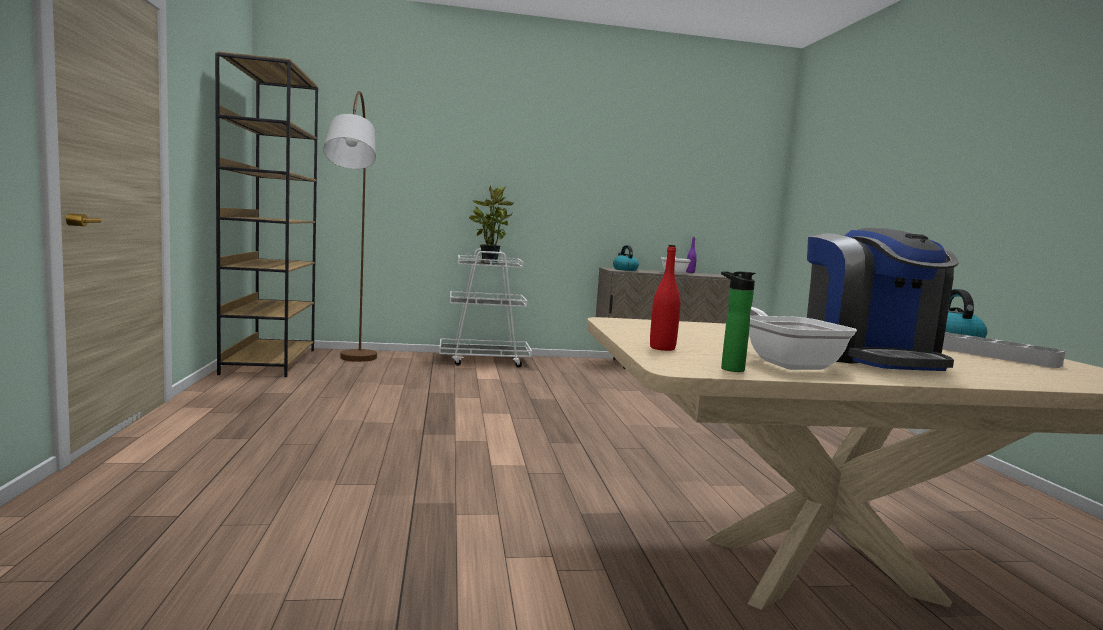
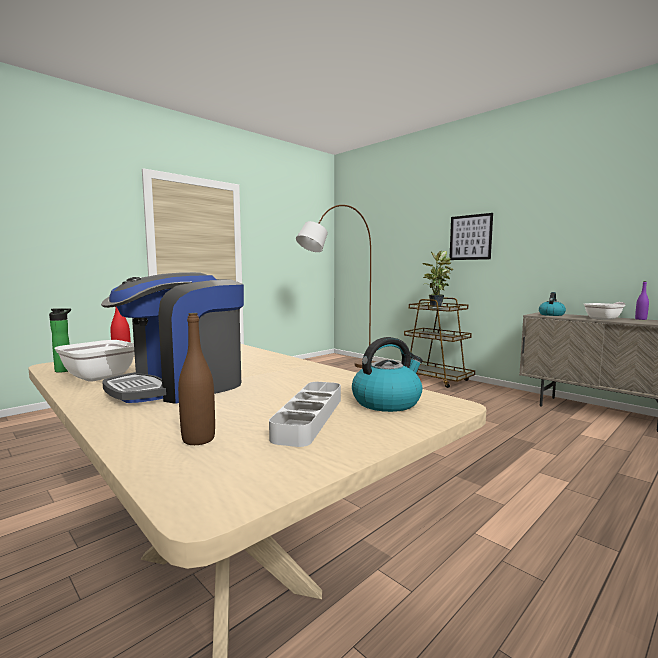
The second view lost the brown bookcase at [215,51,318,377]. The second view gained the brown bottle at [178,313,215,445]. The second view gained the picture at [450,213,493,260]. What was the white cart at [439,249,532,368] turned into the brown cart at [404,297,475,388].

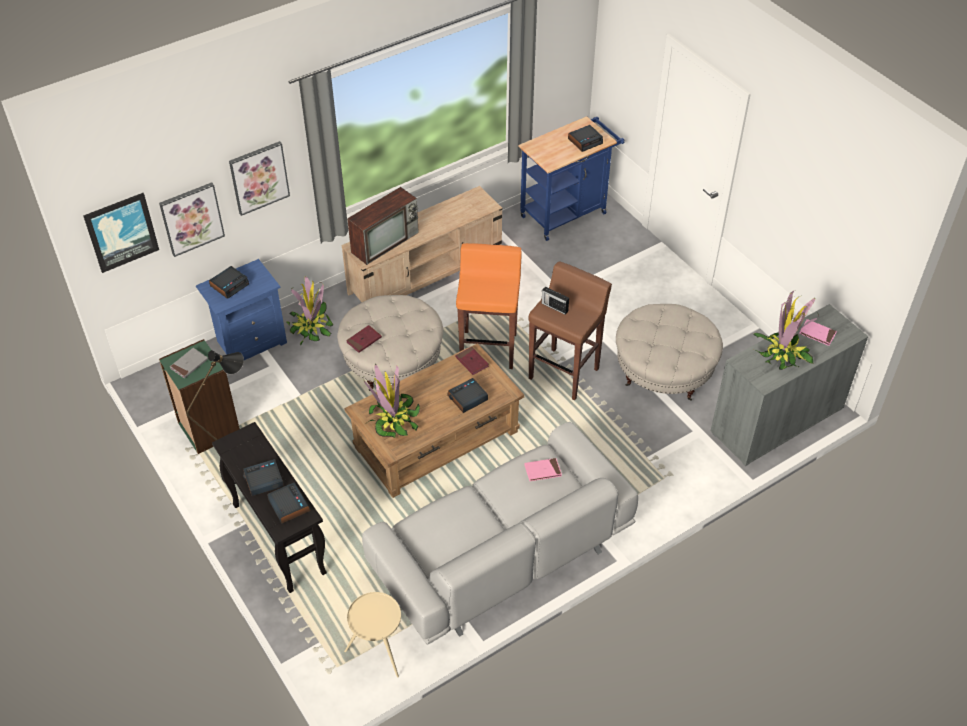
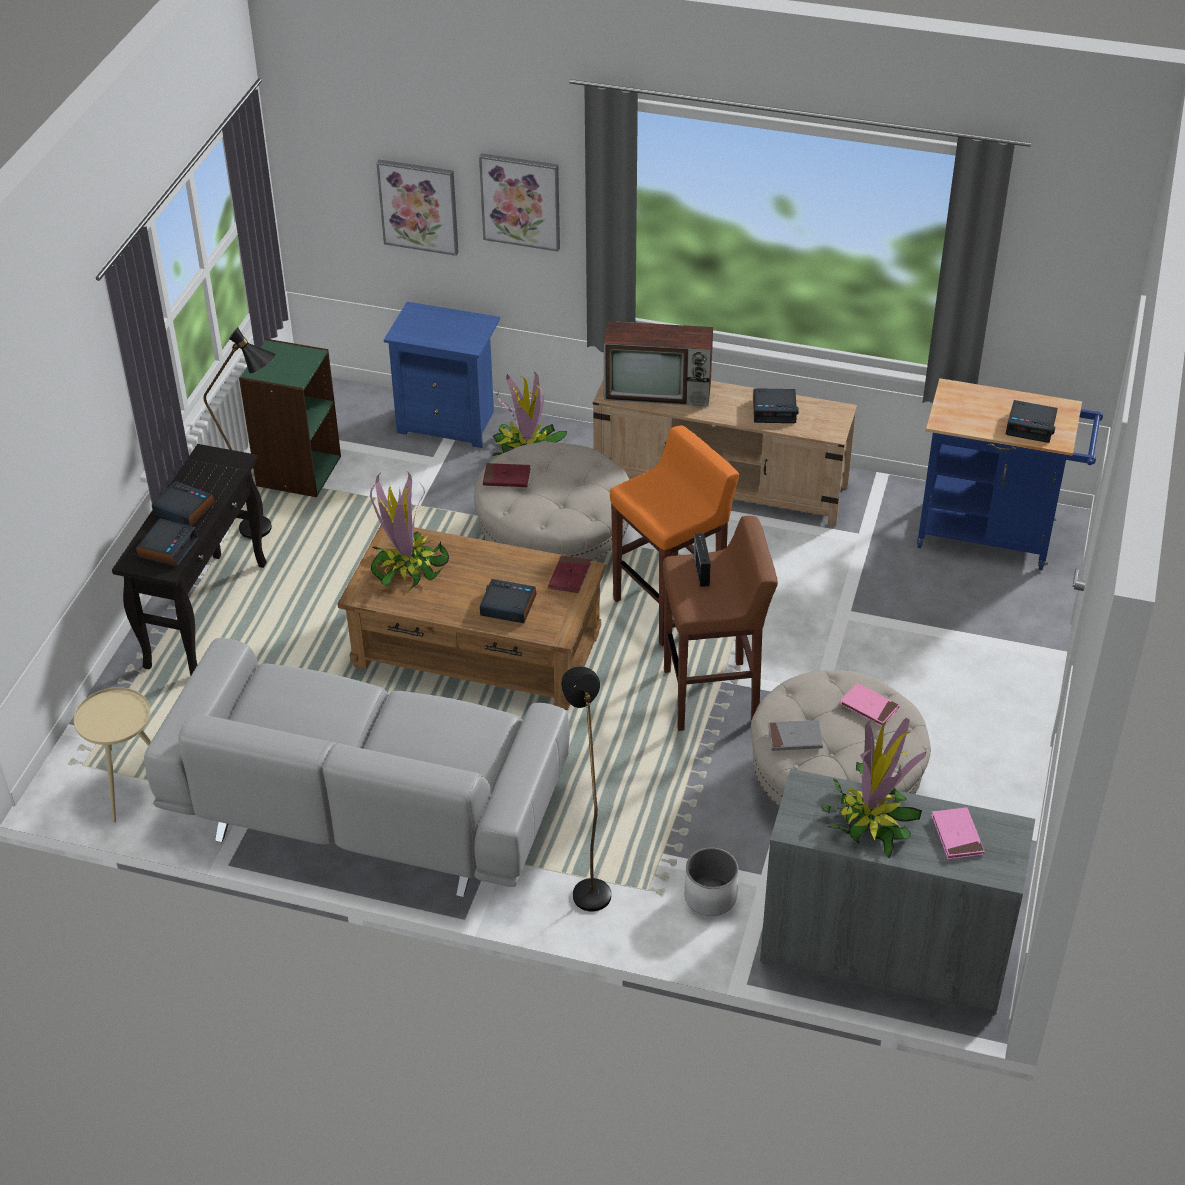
The second view lost the picture at [84,193,159,273]. The second view gained the black floor lamp at [561,666,611,911]. The second view gained the white planter at [684,848,738,916]. The grey book ended up elsewhere, having gone from [170,348,208,379] to [768,720,823,751]. The alarm clock ended up elsewhere, having gone from [209,266,249,299] to [753,388,799,423]. The pink book ended up elsewhere, having gone from [524,458,562,481] to [839,683,900,727].

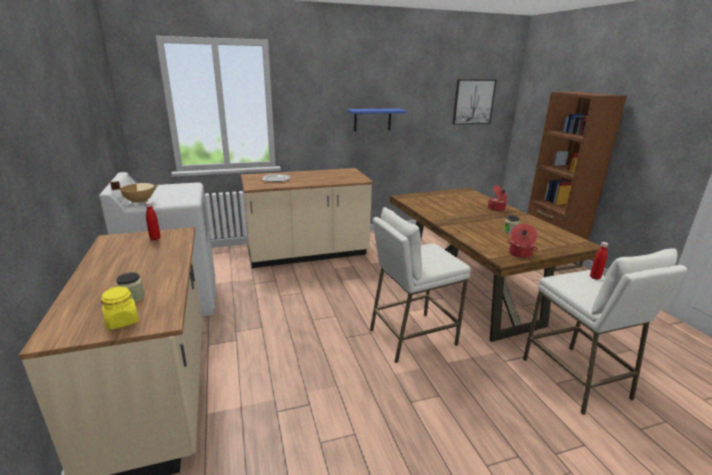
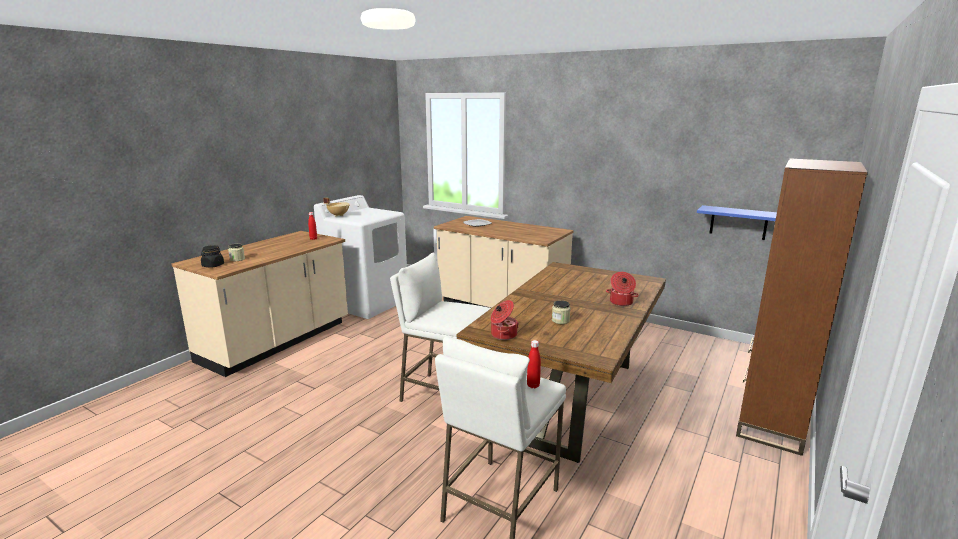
The second view lost the picture at [452,79,496,125]. The blue shelf ended up elsewhere, having gone from [347,108,407,131] to [697,205,777,240]. What was the yellow jar at [101,286,139,330] turned into the black jar at [201,245,224,267].

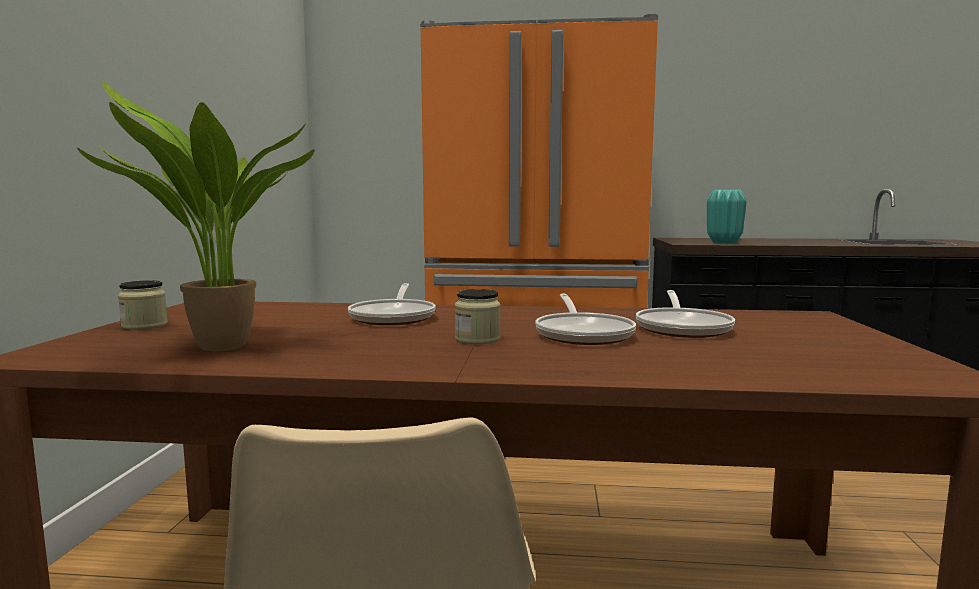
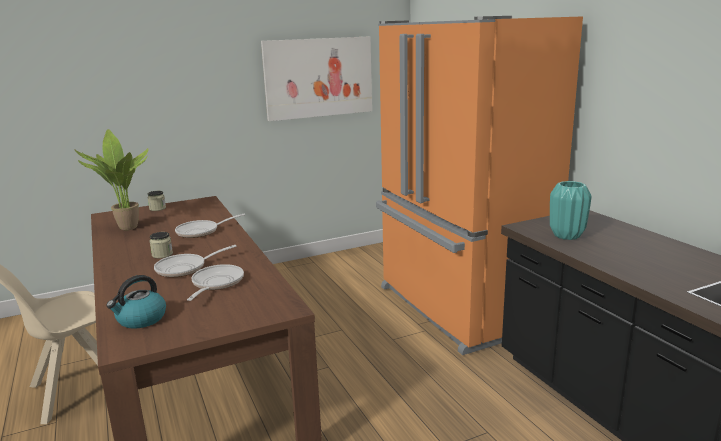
The second view gained the kettle at [106,275,166,329]. The second view gained the picture at [261,37,372,121]. The frying pan at [636,290,735,338] ended up facing another way, 120 degrees clockwise from before.

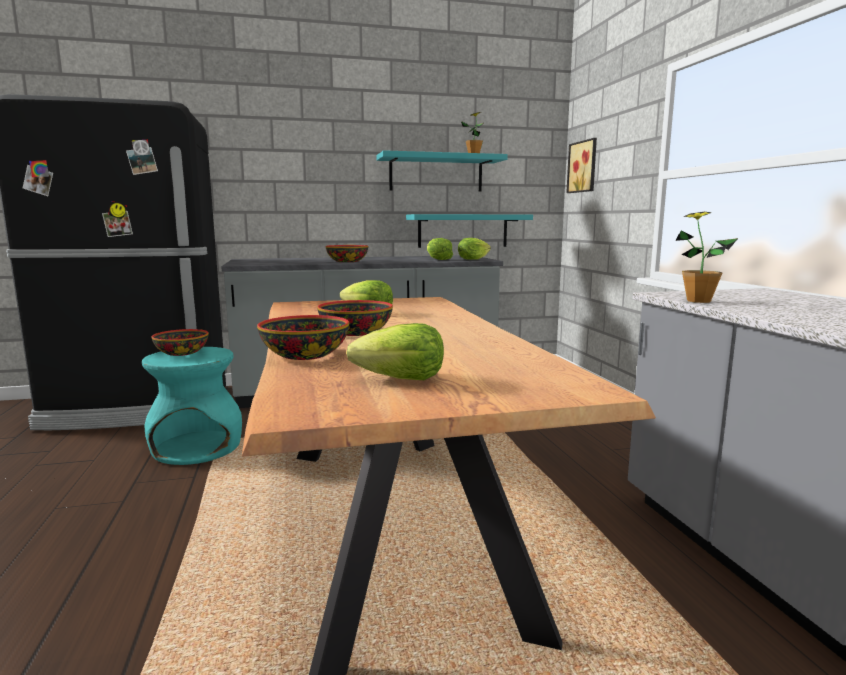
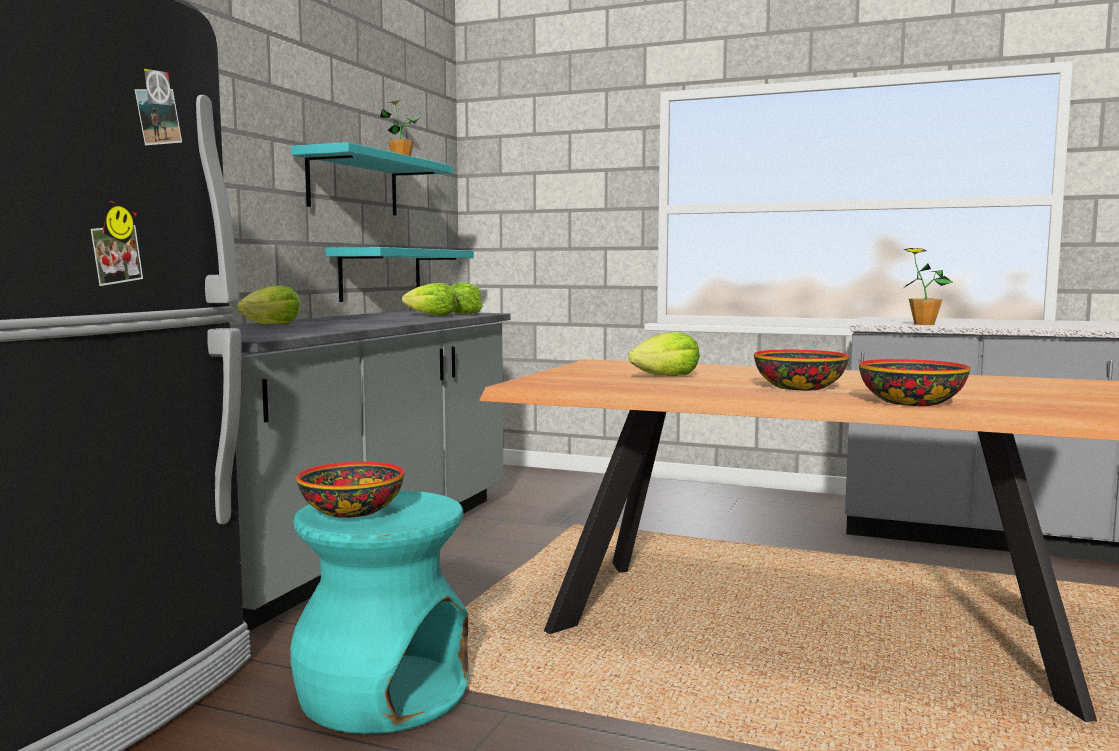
The second view lost the bowl at [326,245,368,262]. The second view lost the picture at [566,138,597,193]. The lettuce ended up elsewhere, having gone from [346,323,444,380] to [237,285,301,324].

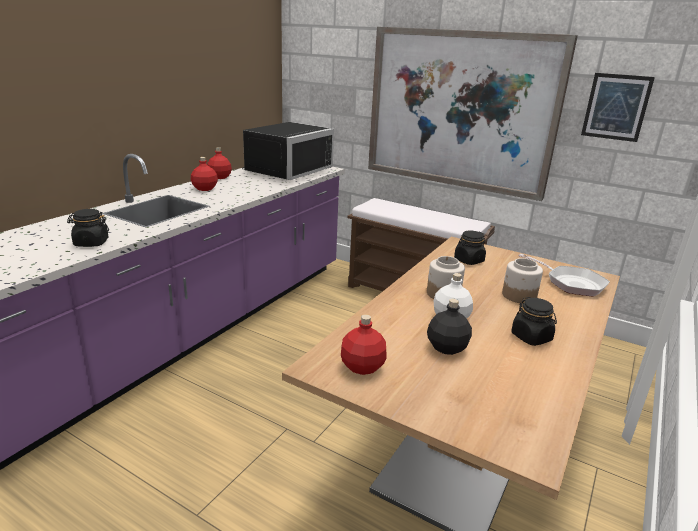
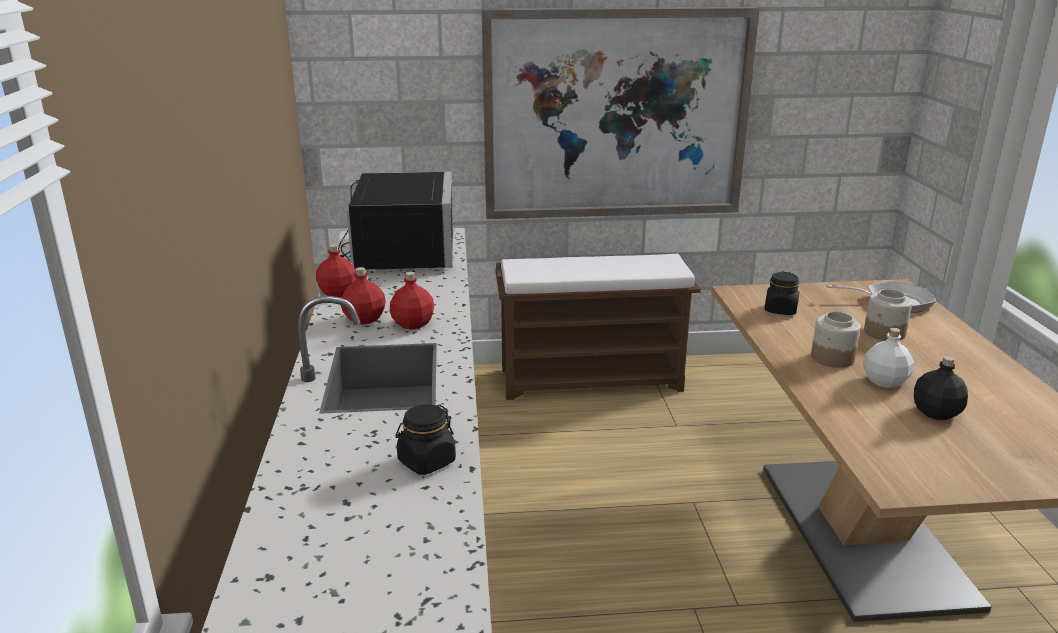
The second view lost the black jar at [511,297,557,346]. The second view lost the picture at [581,73,655,142]. The red bottle ended up elsewhere, having gone from [341,314,387,375] to [390,272,434,329].

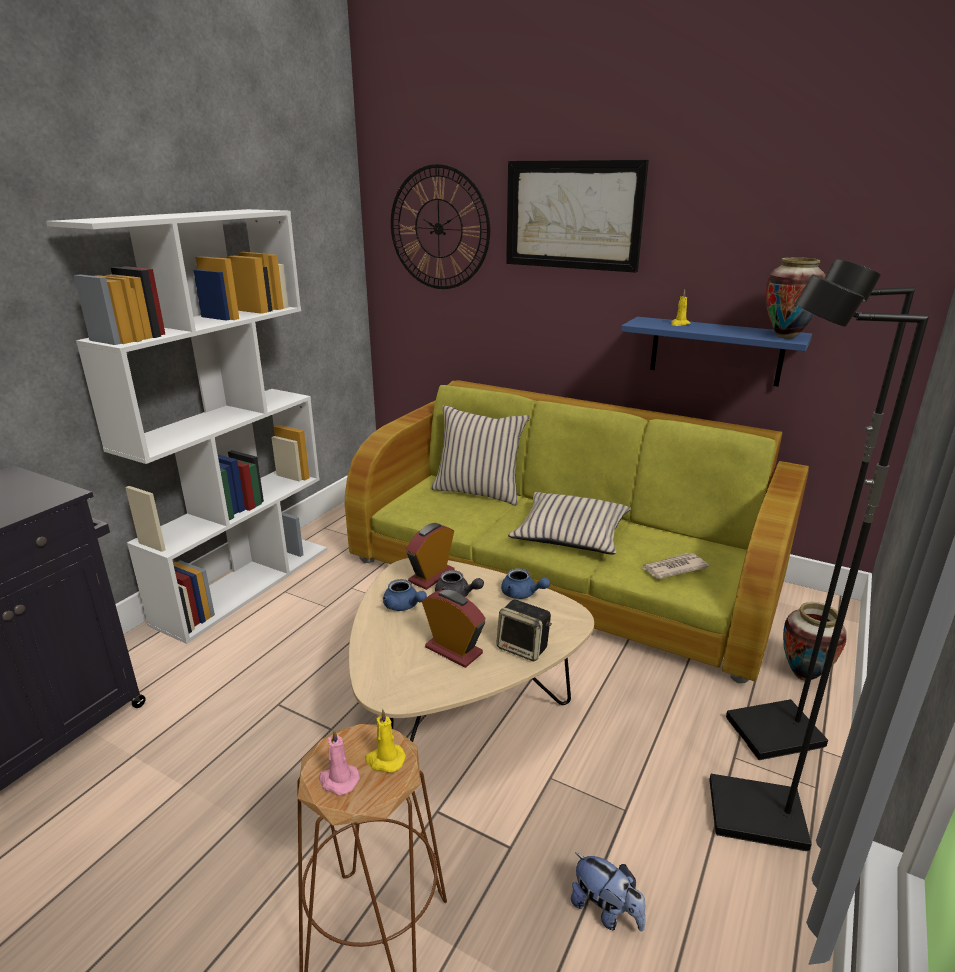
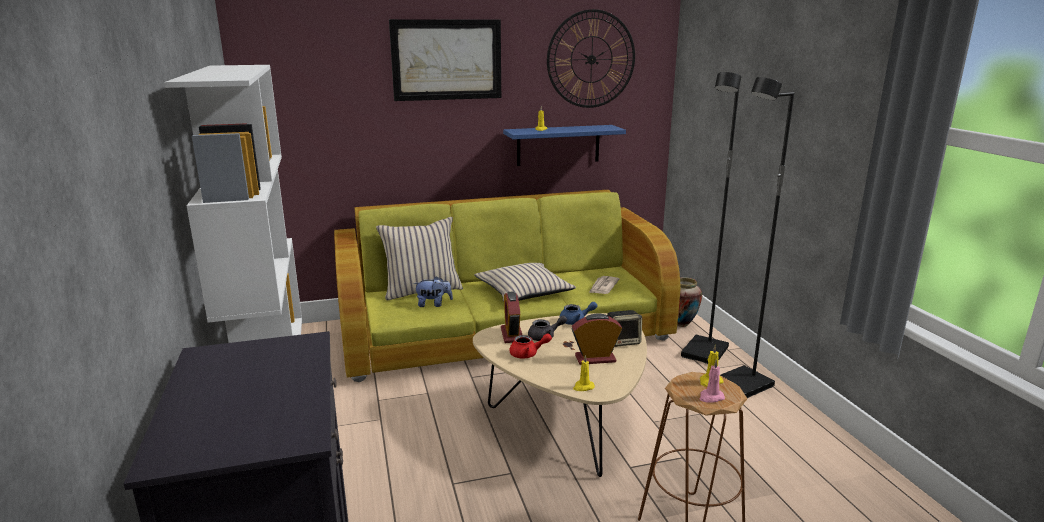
The second view lost the vase at [766,257,826,339]. The second view gained the yellow candle at [573,355,595,391]. The wall clock ended up elsewhere, having gone from [391,164,490,289] to [547,9,635,108]. The plush toy ended up elsewhere, having gone from [571,853,645,931] to [413,276,453,307]. What was the blue teapot at [383,579,427,611] turned into the red teapot at [509,333,552,358].

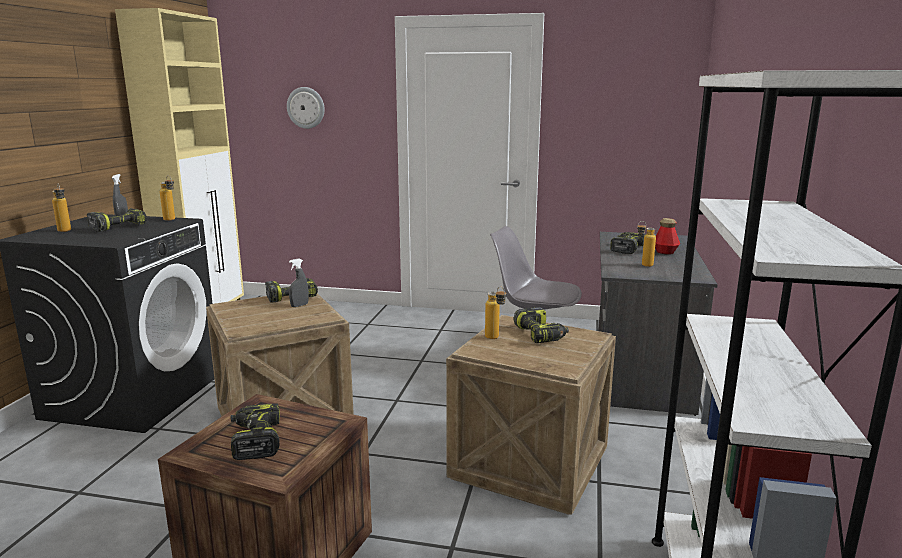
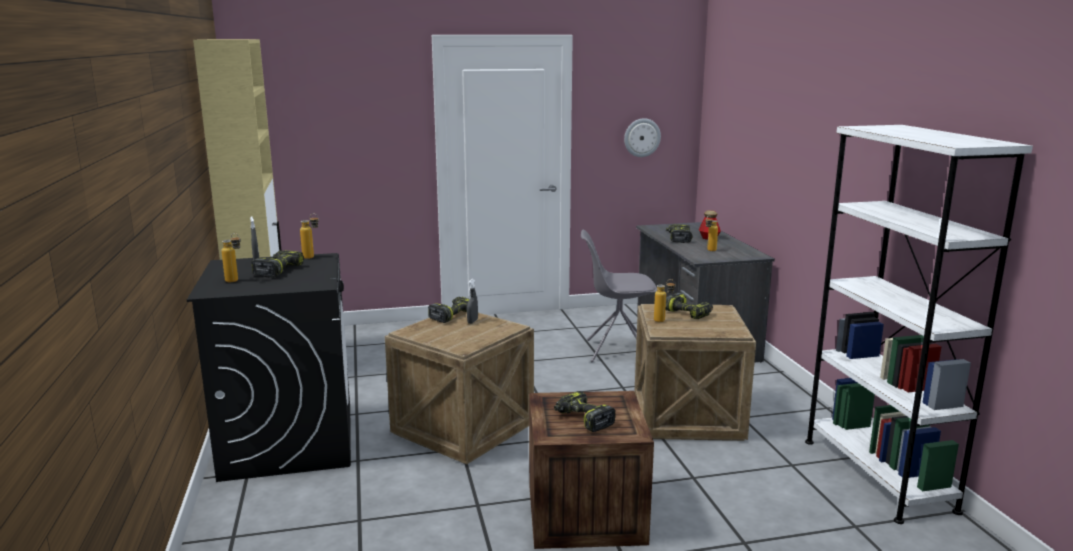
The wall clock ended up elsewhere, having gone from [287,87,325,129] to [624,118,661,157].

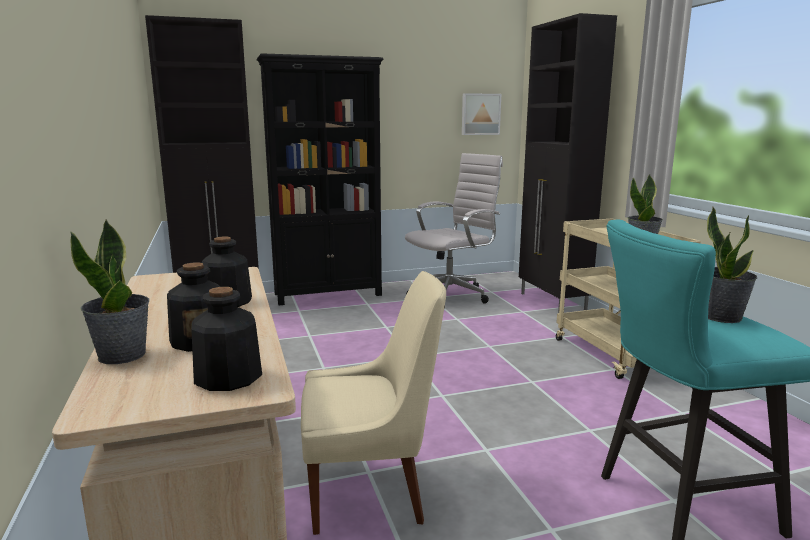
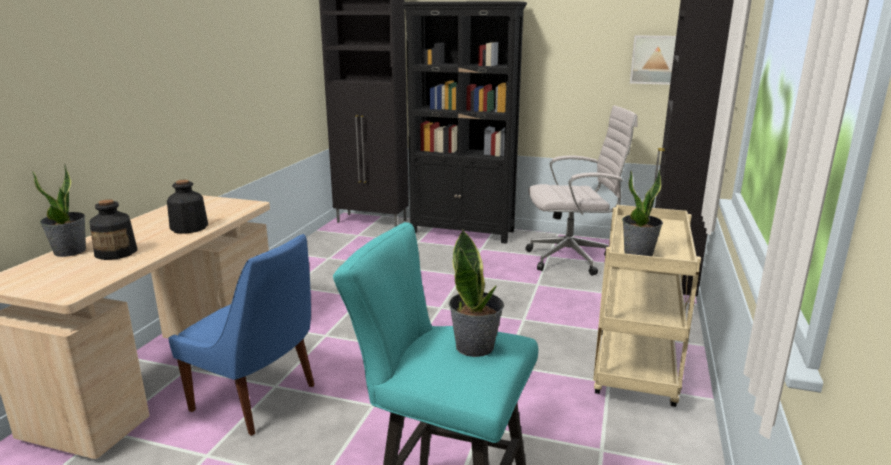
The second view lost the bottle at [191,287,262,391]. What was the beige chair at [301,271,446,535] turned into the blue chair at [168,234,315,436].

